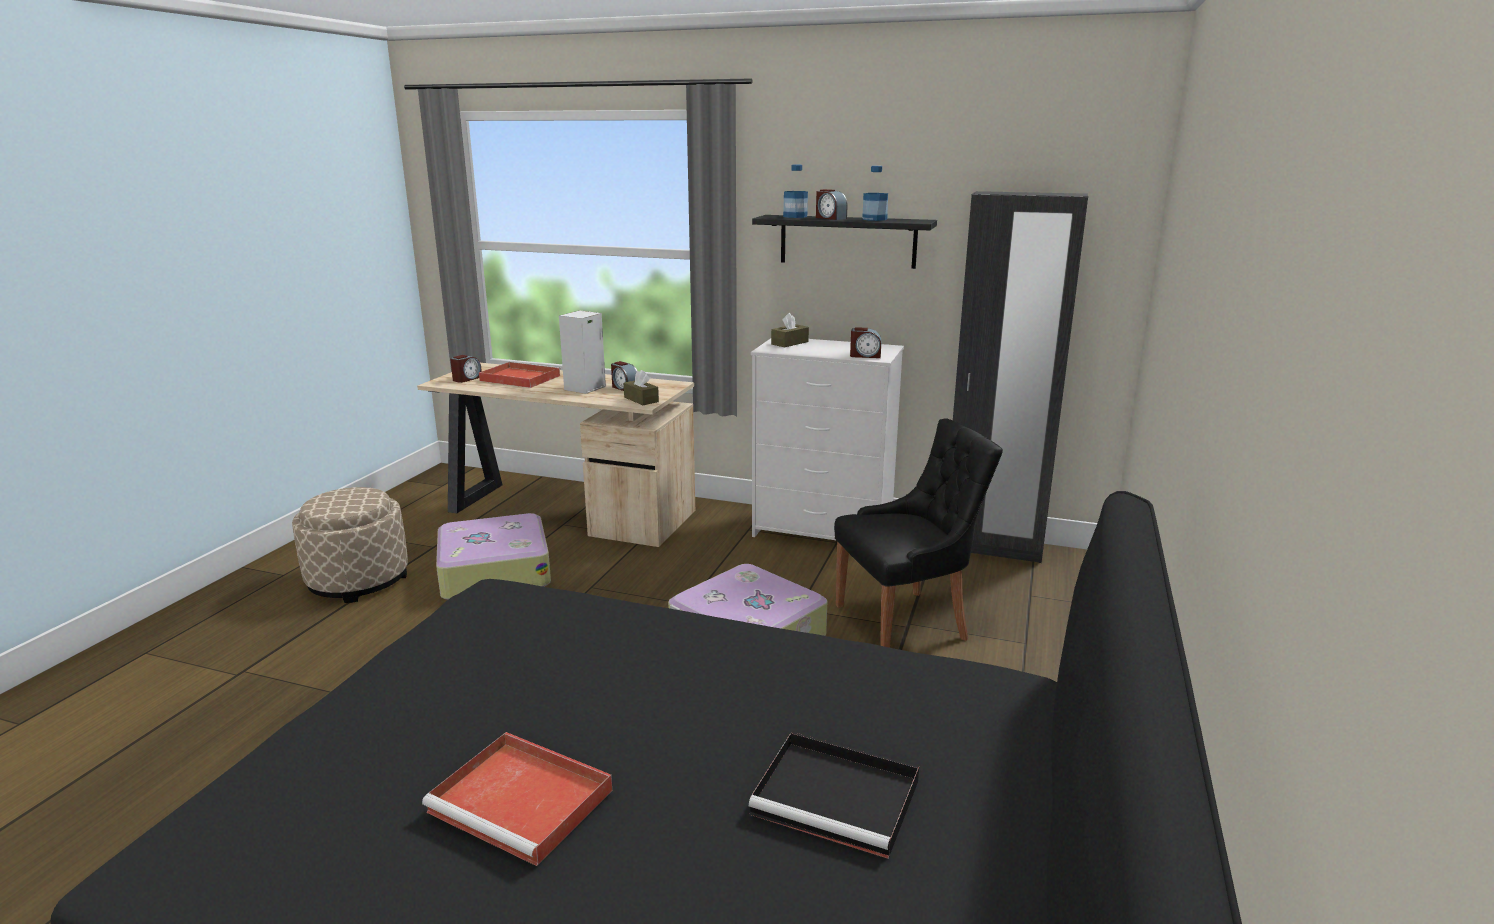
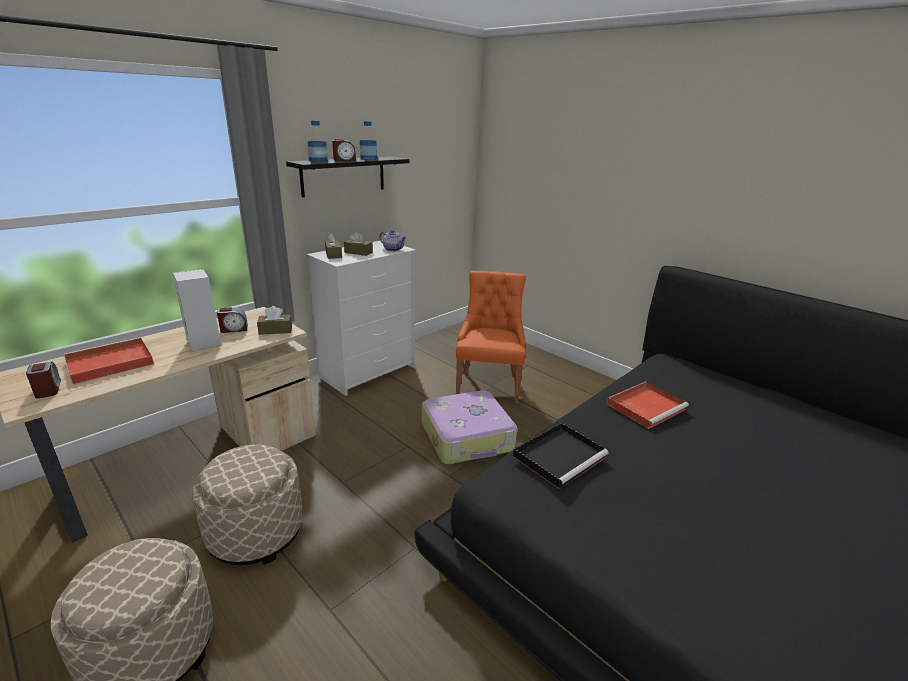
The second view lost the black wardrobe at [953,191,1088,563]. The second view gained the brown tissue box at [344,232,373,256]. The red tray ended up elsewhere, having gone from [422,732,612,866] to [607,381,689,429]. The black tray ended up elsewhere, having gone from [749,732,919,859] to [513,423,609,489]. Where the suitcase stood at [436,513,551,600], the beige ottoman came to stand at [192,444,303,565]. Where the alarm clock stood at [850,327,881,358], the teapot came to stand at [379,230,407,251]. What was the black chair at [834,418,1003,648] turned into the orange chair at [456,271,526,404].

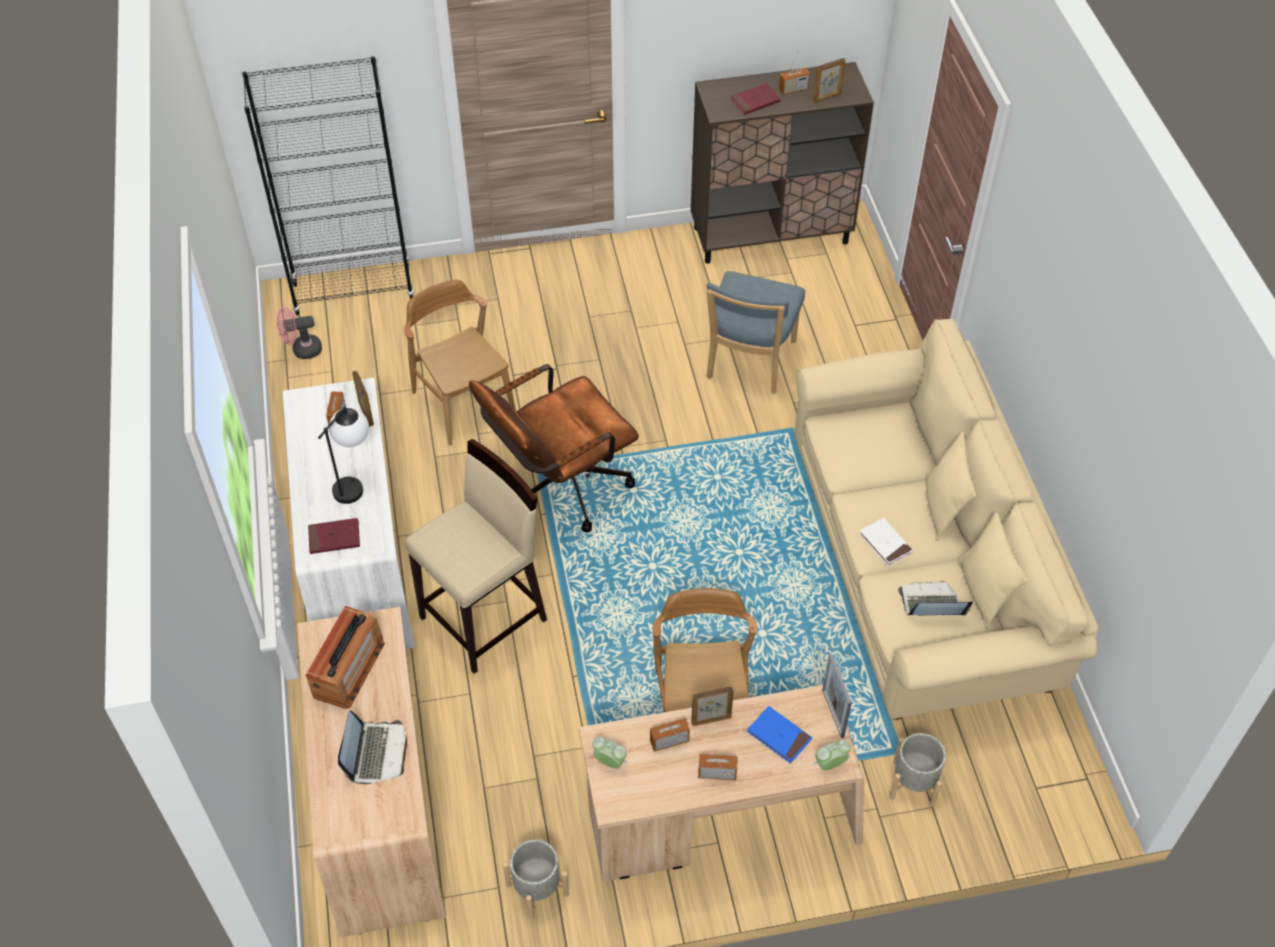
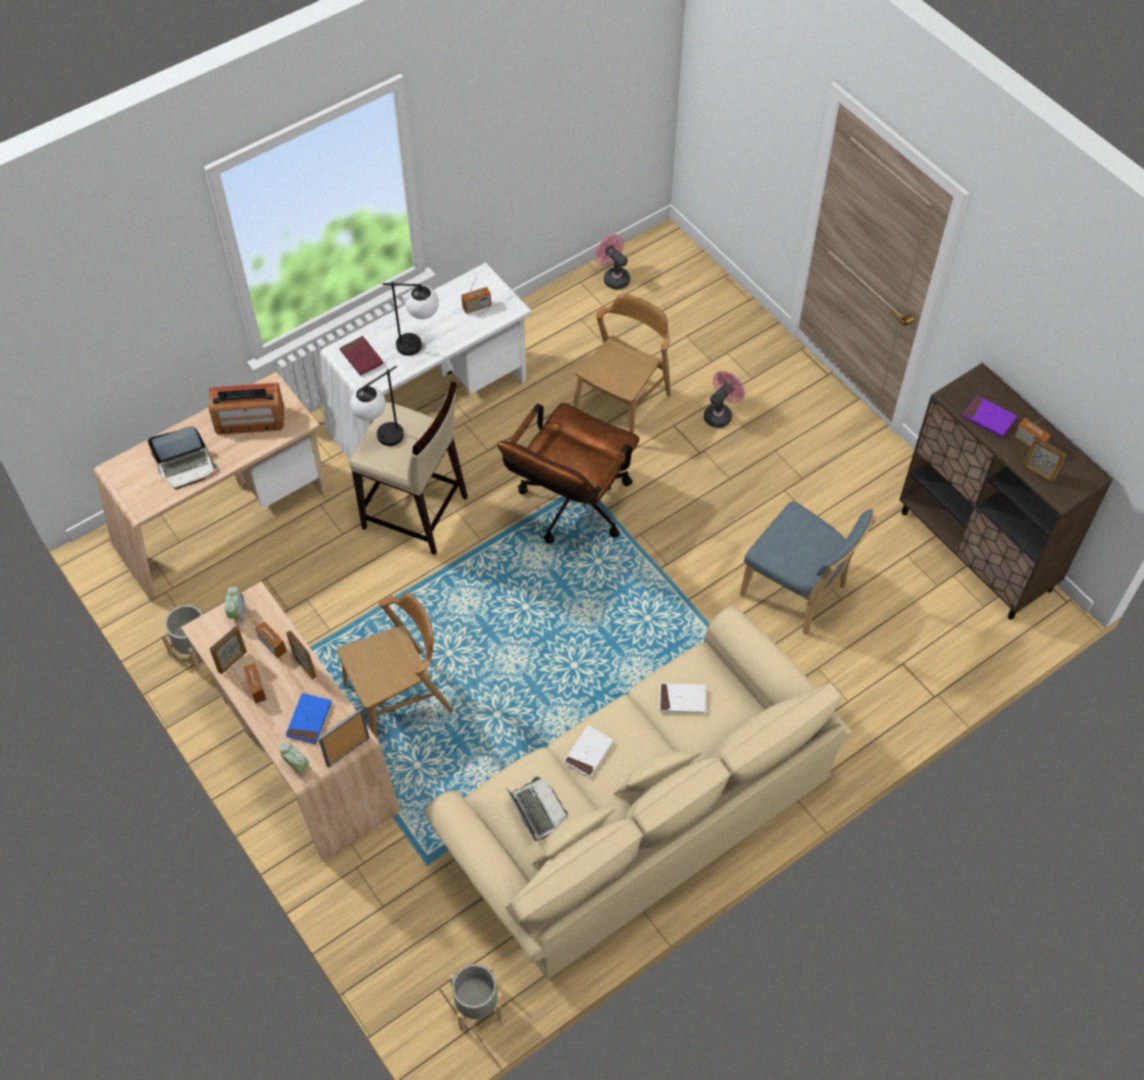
The second view lost the black bookcase at [242,56,414,315]. The second view gained the table lamp at [350,366,404,446]. The second view gained the white book at [659,683,706,714]. The second view gained the pink fan at [704,371,745,428]. The picture frame ended up elsewhere, having gone from [352,371,374,427] to [210,626,247,674]. The grey planter ended up elsewhere, having gone from [889,733,946,807] to [449,964,503,1031]. What was the red book at [731,83,781,115] turned into the purple book at [962,395,1017,437]. The brown office chair at [469,364,639,533] ended up facing another way, 90 degrees counterclockwise from before. The blue chair at [706,271,805,394] ended up facing another way, 135 degrees counterclockwise from before.

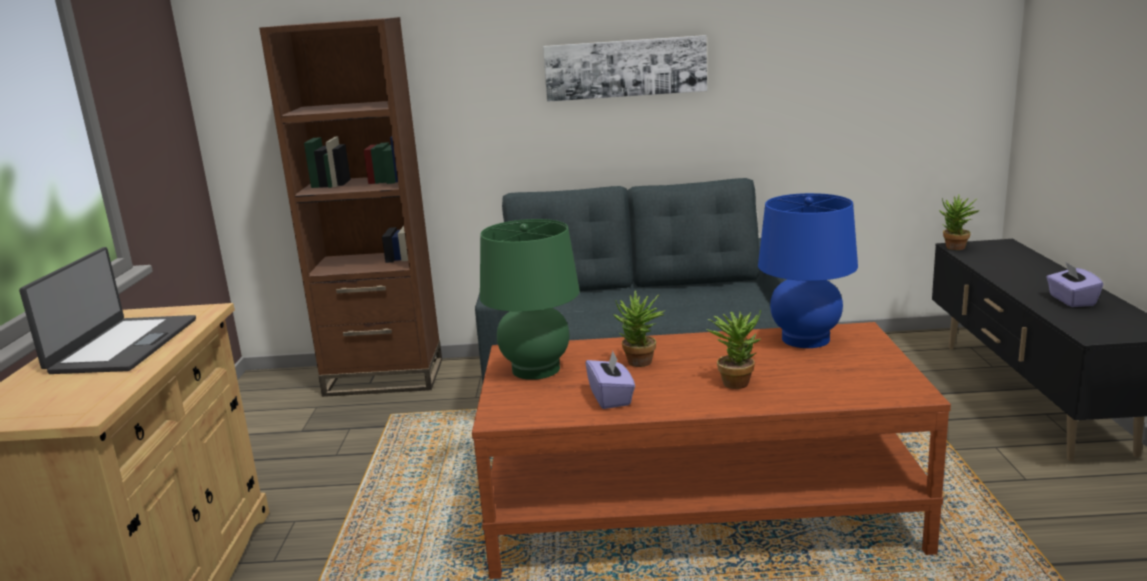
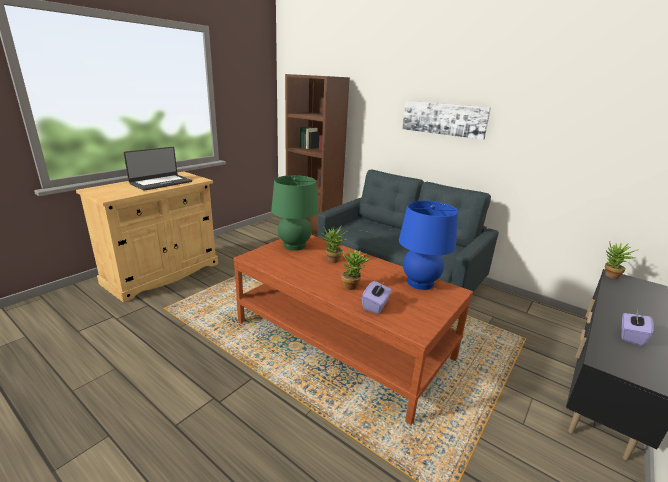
The purple tissue box ended up elsewhere, having gone from [585,351,635,409] to [362,281,392,314].

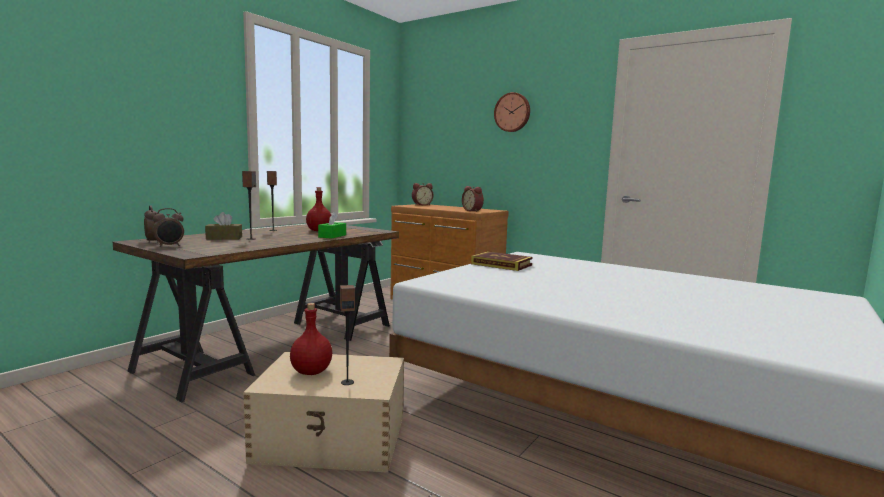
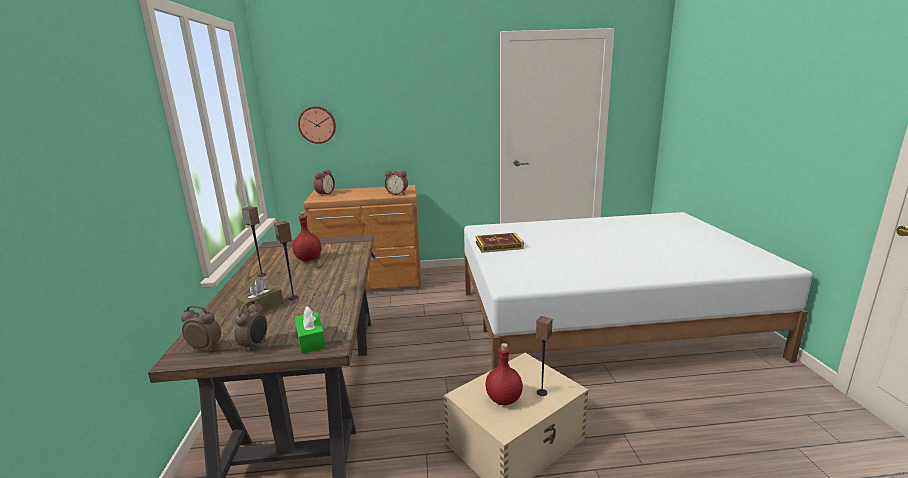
The green tissue box ended up elsewhere, having gone from [318,212,346,239] to [295,306,326,354]. The wall clock ended up elsewhere, having gone from [494,92,530,132] to [298,106,336,144].

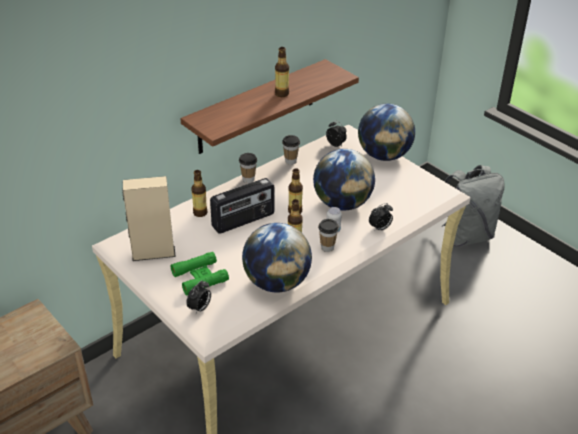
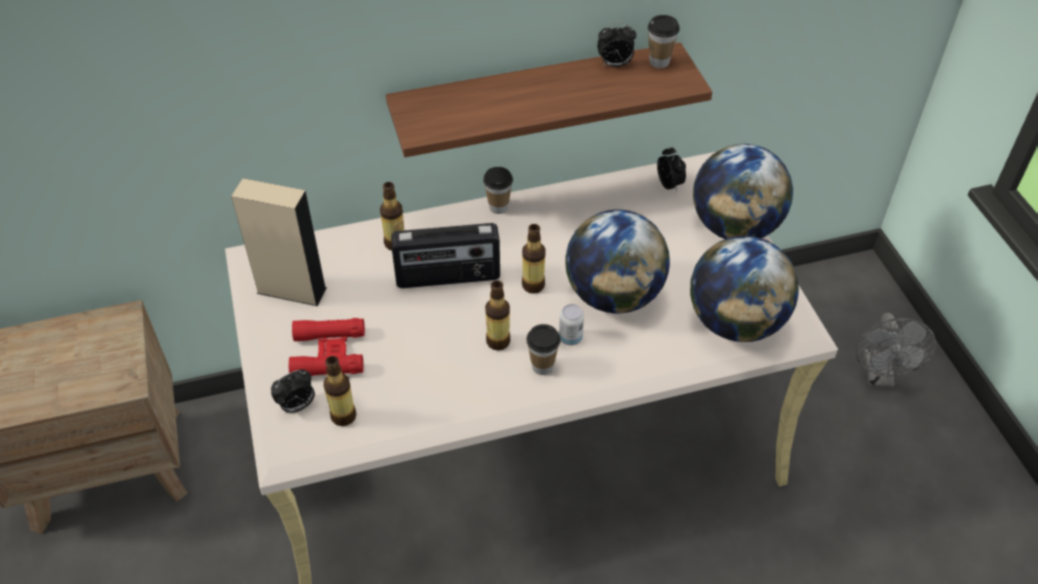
The globe ended up elsewhere, having gone from [242,223,312,293] to [690,236,799,342]. The bottle ended up elsewhere, having gone from [275,47,289,97] to [324,356,357,426]. The cup ended up elsewhere, having gone from [282,135,300,165] to [648,15,680,68]. The alarm clock ended up elsewhere, having gone from [369,203,393,232] to [597,23,636,67]. Where the grey backpack stood at [442,165,505,247], the grey fan came to stand at [856,313,936,388]. What was the green binoculars at [170,252,229,296] turned into the red binoculars at [289,318,365,376].

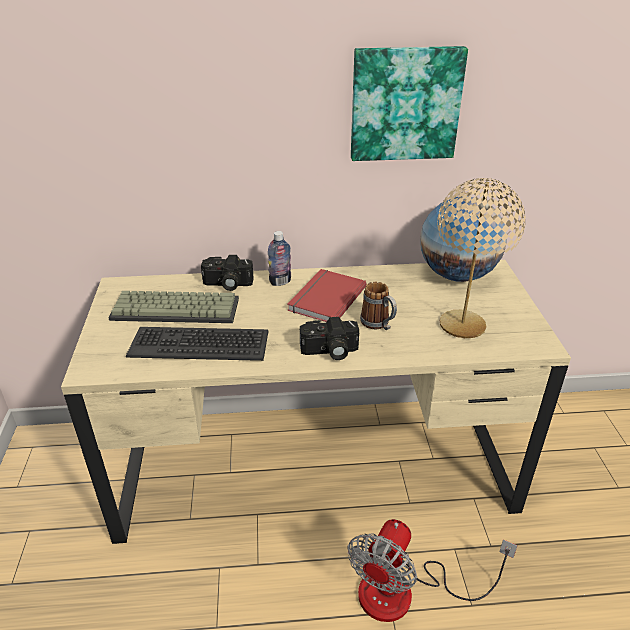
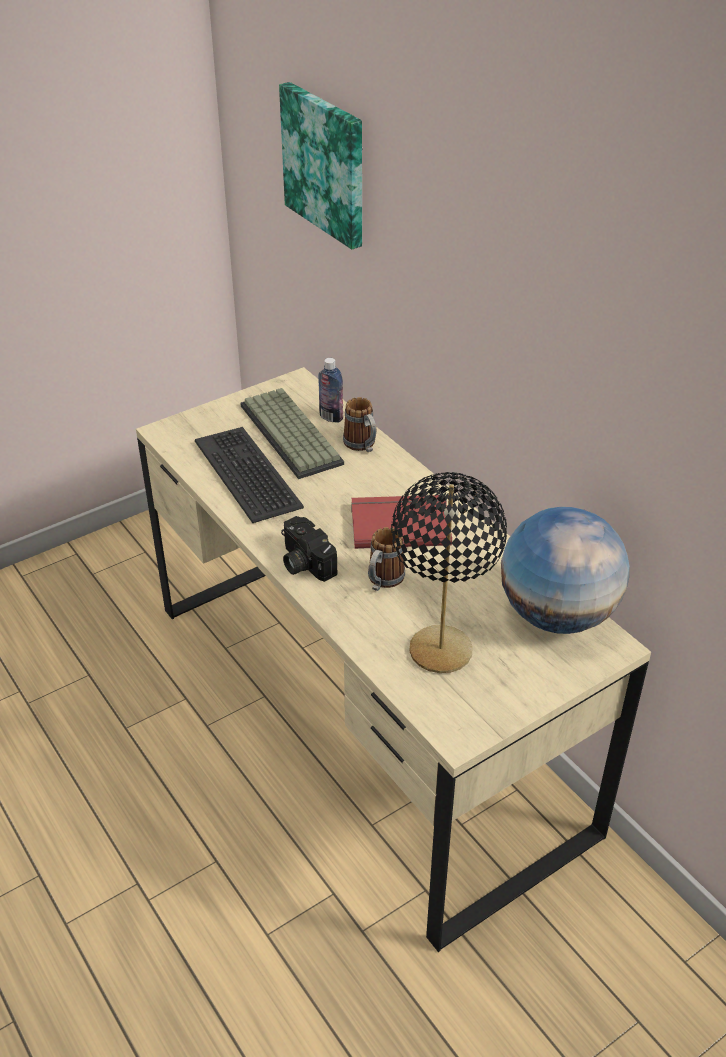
The second view lost the fan at [347,519,518,622]. The bottle ended up elsewhere, having gone from [268,231,291,286] to [318,358,343,423]. The picture ended up elsewhere, having gone from [351,46,468,161] to [279,82,362,249]. Where the photo camera stood at [201,255,254,291], the mug came to stand at [343,397,376,452]. What was the beige table lamp at [437,178,526,338] turned into the black table lamp at [391,472,507,673].

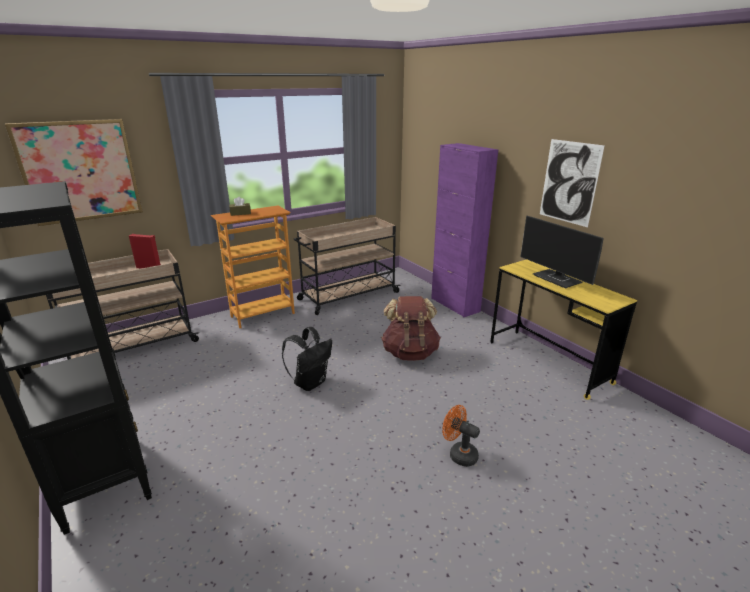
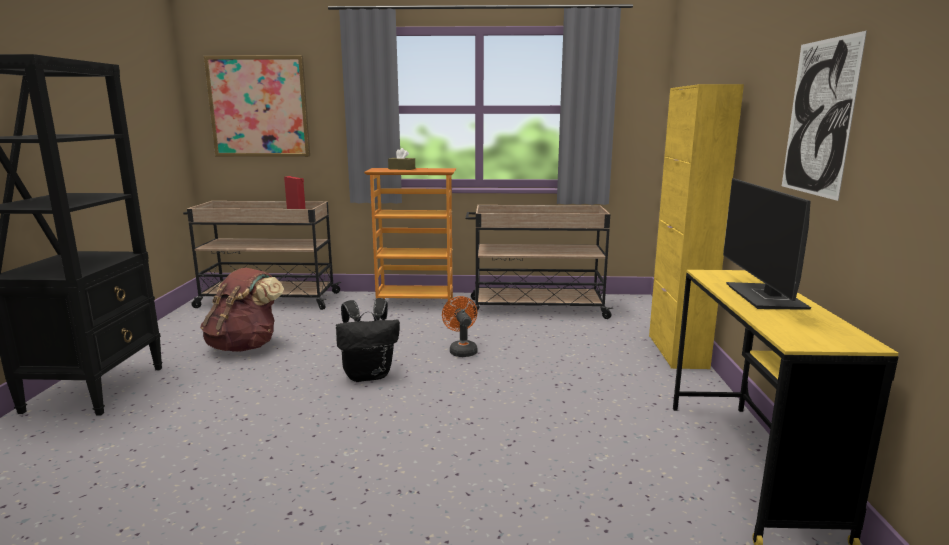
The brown backpack ended up elsewhere, having gone from [381,296,441,361] to [200,268,284,352]. The orange fan ended up elsewhere, having gone from [442,405,480,467] to [442,296,478,357]. What was the purple cabinet at [431,143,498,317] turned into the yellow cabinet at [649,84,744,369].

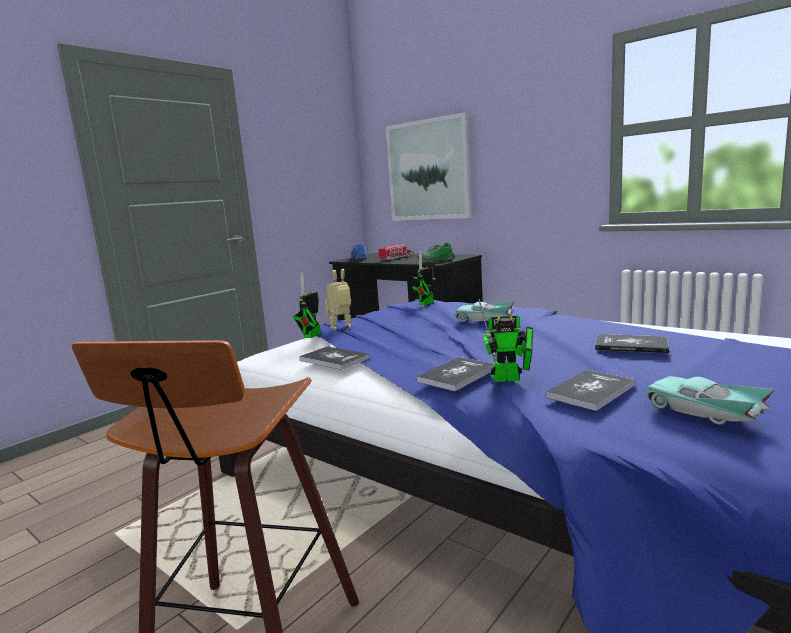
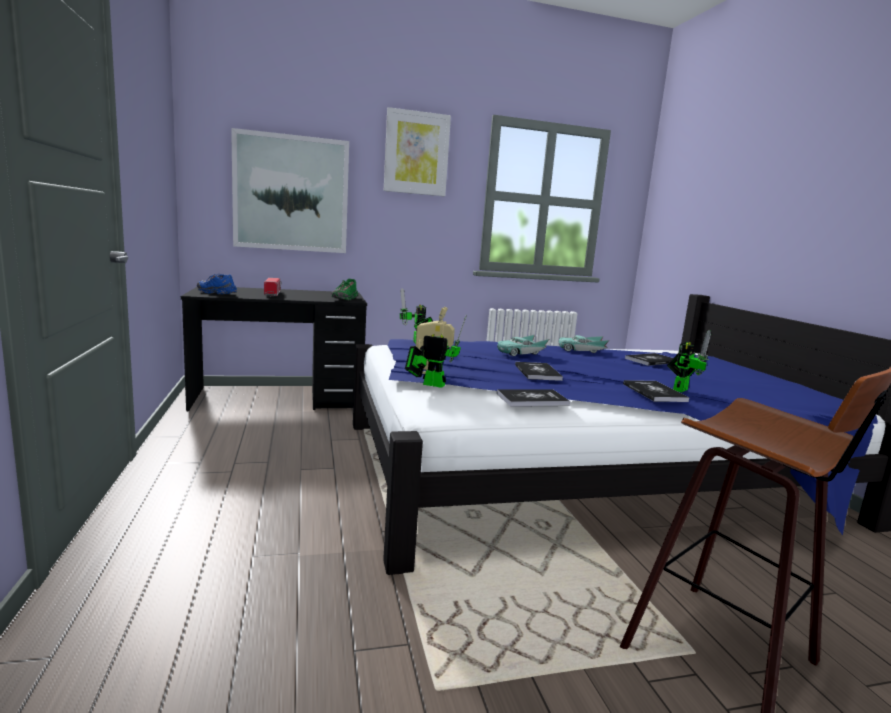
The second view gained the picture at [384,107,451,196]. The book ended up elsewhere, having gone from [545,370,636,411] to [515,362,563,381]. The turquoise toy car ended up elsewhere, having gone from [647,376,775,425] to [558,335,610,353]. The toy robot at [293,272,321,338] ended up facing another way, 135 degrees clockwise from before.

